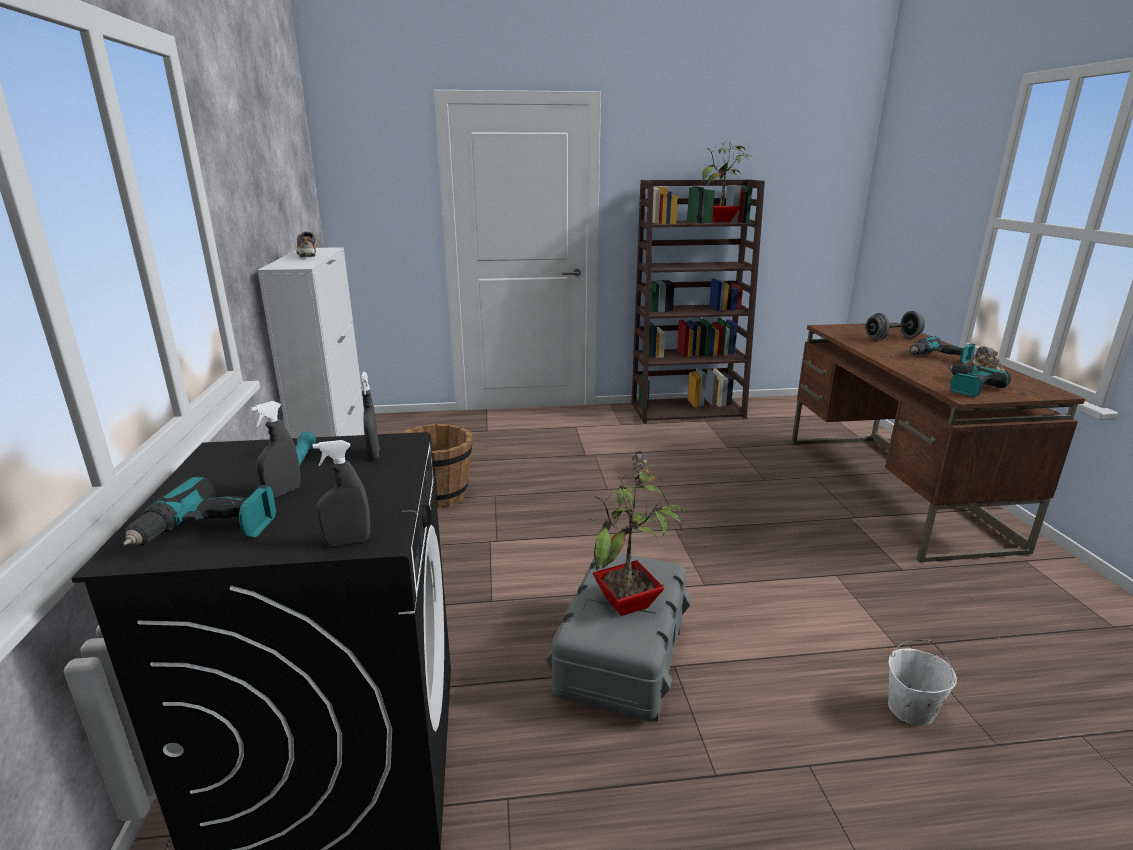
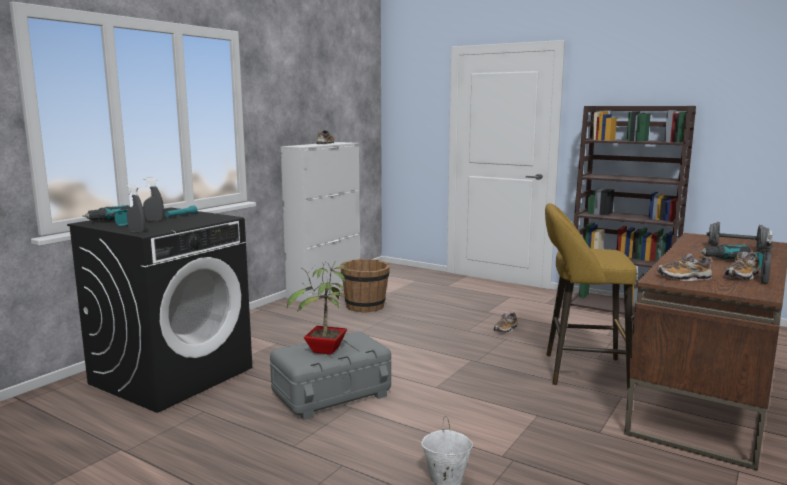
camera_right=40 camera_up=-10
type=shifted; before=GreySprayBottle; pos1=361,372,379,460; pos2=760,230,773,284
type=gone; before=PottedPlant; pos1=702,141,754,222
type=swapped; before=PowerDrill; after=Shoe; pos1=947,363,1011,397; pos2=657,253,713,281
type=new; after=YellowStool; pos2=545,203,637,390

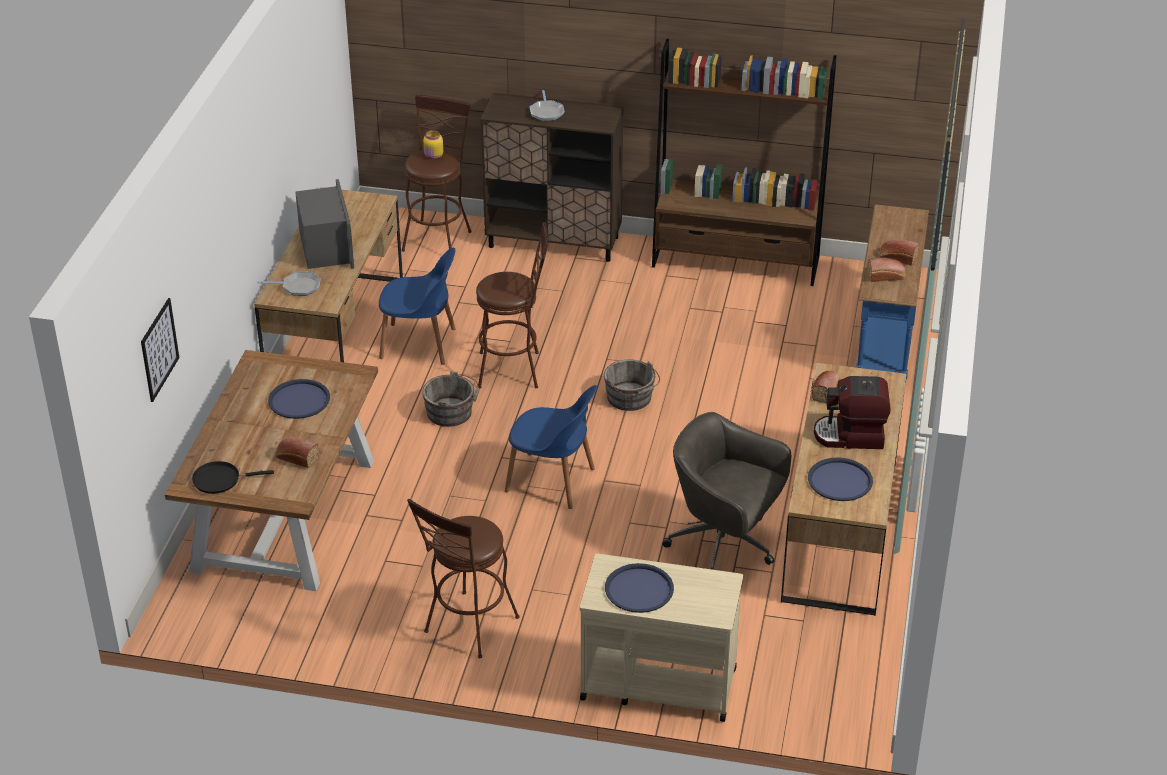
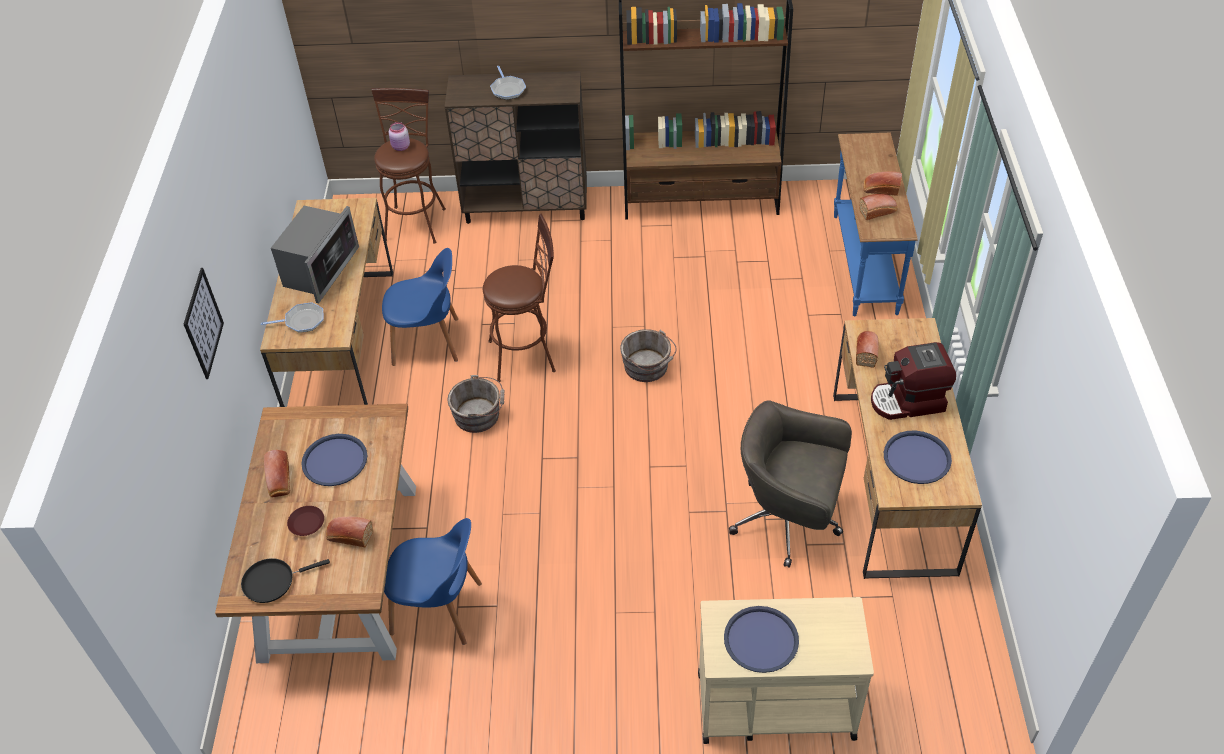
camera_right=-10 camera_up=10
type=shifted; before=Picture; pos1=141,298,179,402; pos2=184,268,224,379
type=rotated; before=Microwave; pos1=295,179,354,269; pos2=271,206,359,303; turn=45
type=gone; before=BrownStool; pos1=407,499,519,658
type=repainted; before=YellowJar; after=PinkJar; pos1=423,130,443,159; pos2=389,122,410,151
type=shifted; before=BlueChair; pos1=505,385,597,509; pos2=384,518,482,645
type=new; after=Bread; pos2=264,450,290,497
type=new; after=BrownPlate; pos2=287,506,324,536

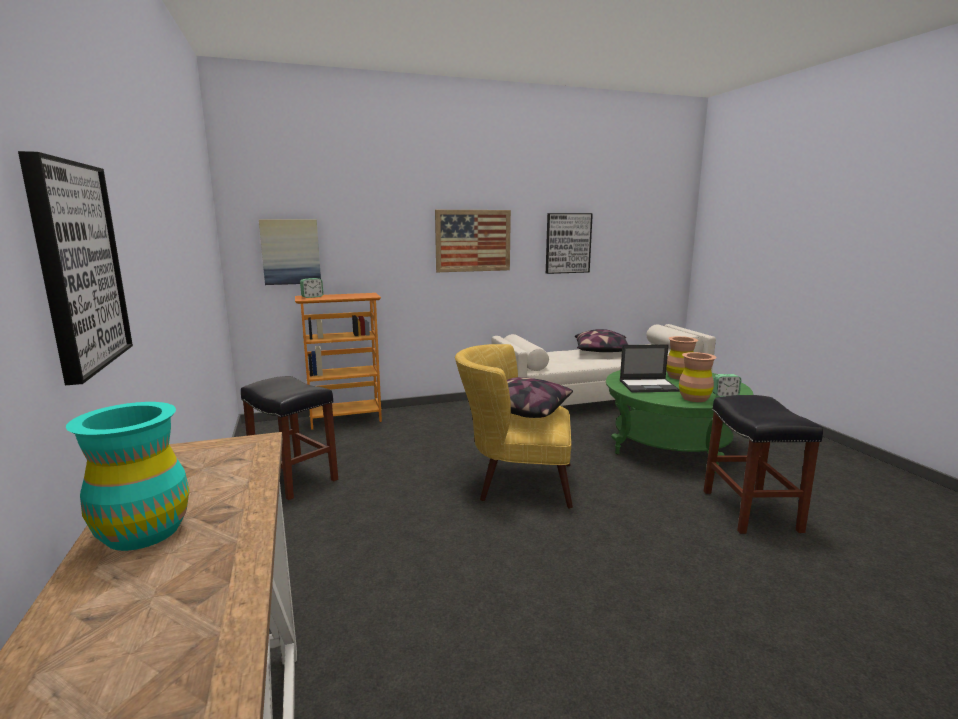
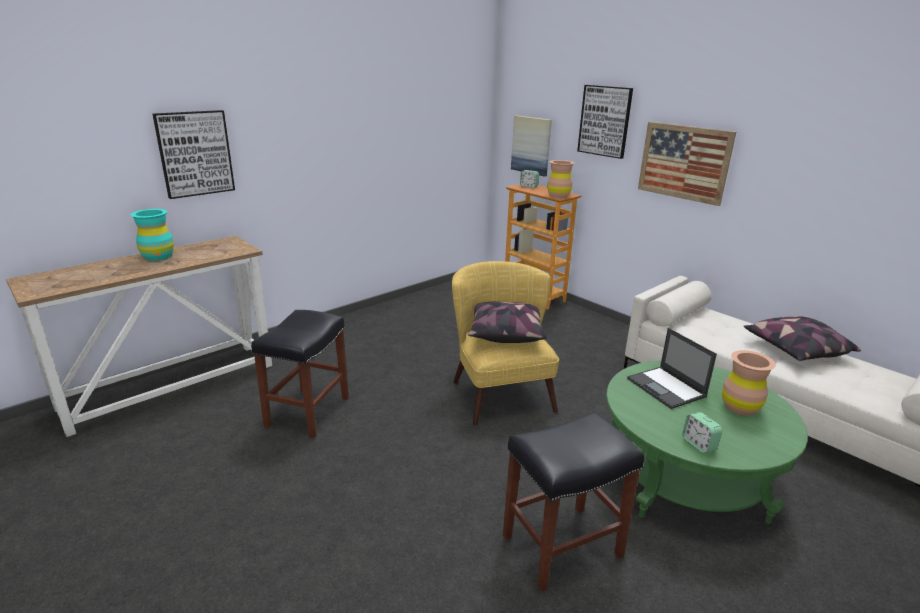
camera_right=65 camera_up=10
type=shifted; before=BlackStool; pos1=241,376,338,500; pos2=251,310,349,438
type=shifted; before=Picture; pos1=546,213,593,274; pos2=577,85,633,159
type=shifted; before=BrownVase; pos1=679,352,717,402; pos2=547,160,574,198

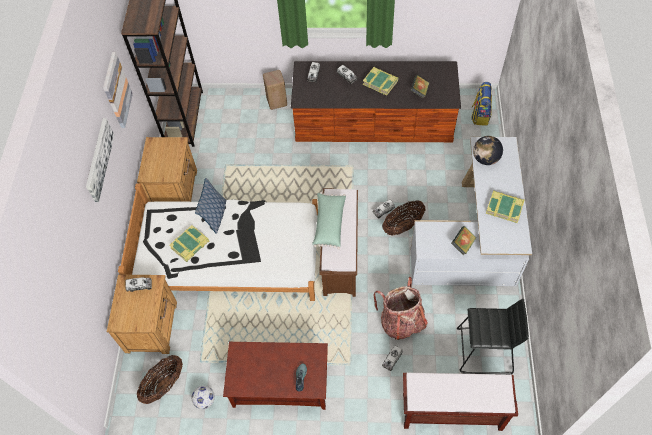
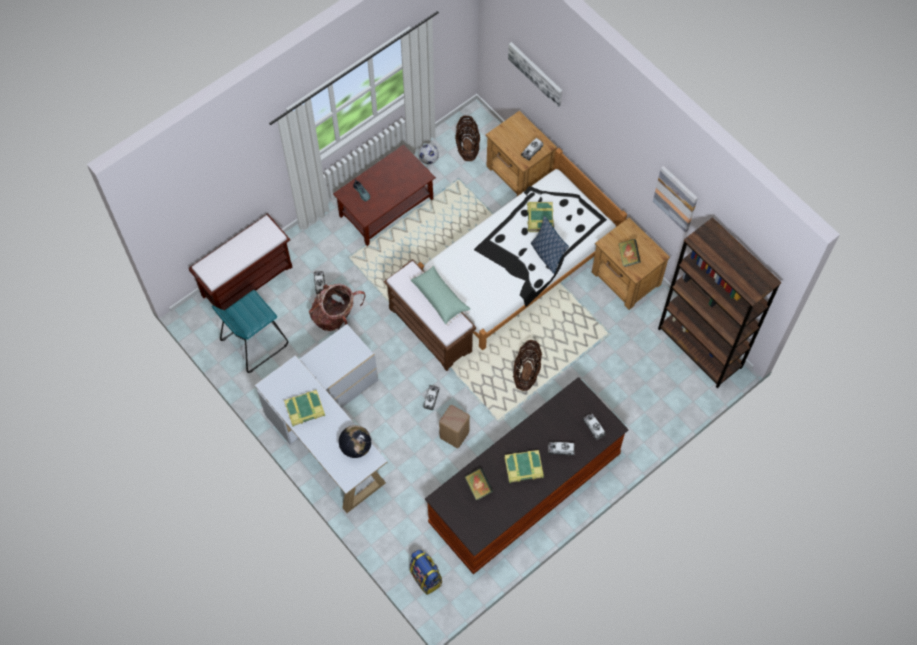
camera_right=135 camera_up=5
type=shifted; before=Picture; pos1=86,118,114,202; pos2=508,42,562,107
type=shifted; before=BeigeStool; pos1=263,70,287,110; pos2=439,405,470,448
type=shifted; before=Basket; pos1=382,200,425,235; pos2=513,340,542,391
type=shifted; before=Book; pos1=451,226,476,255; pos2=619,239,641,267
type=repainted; before=BlackStool; after=TurquoiseStool; pos1=457,299,529,375; pos2=212,290,288,373

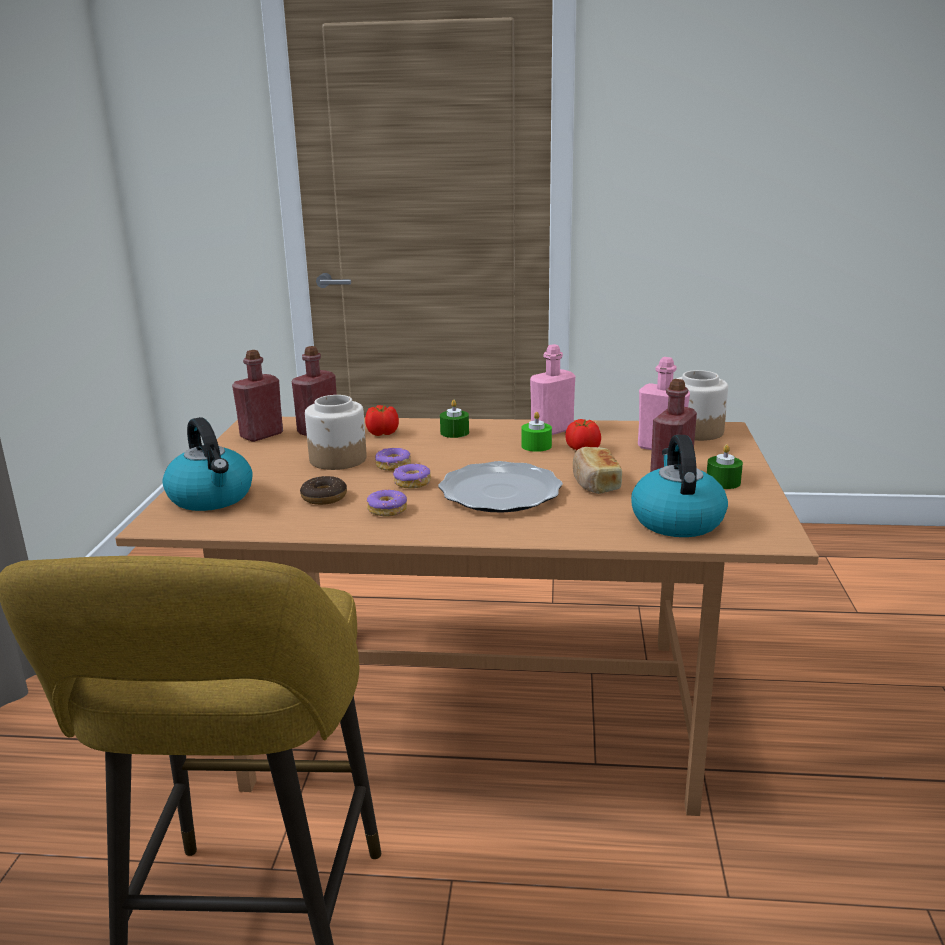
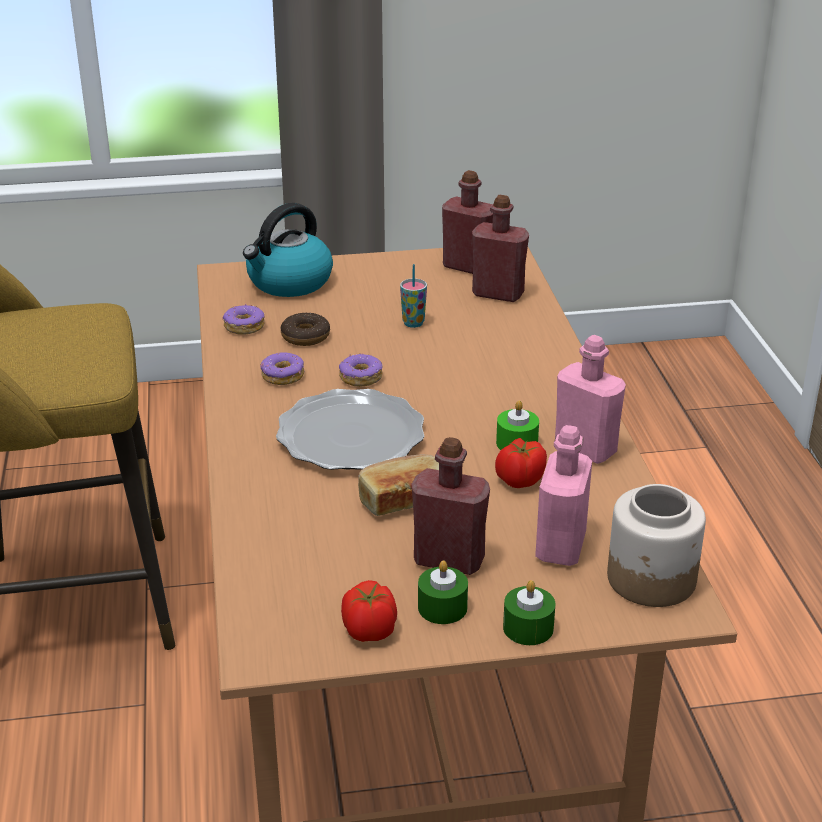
camera_right=75 camera_up=10
type=swapped; before=Jar; after=Cup; pos1=305,395,367,470; pos2=400,264,427,328
type=shifted; before=Tomato; pos1=365,405,399,436; pos2=341,580,397,642
type=shifted; before=Donut; pos1=375,448,411,471; pos2=222,303,265,335
type=shifted; before=GreenCandle; pos1=440,400,469,438; pos2=503,580,555,645
type=gone; before=Kettle; pos1=631,435,728,537

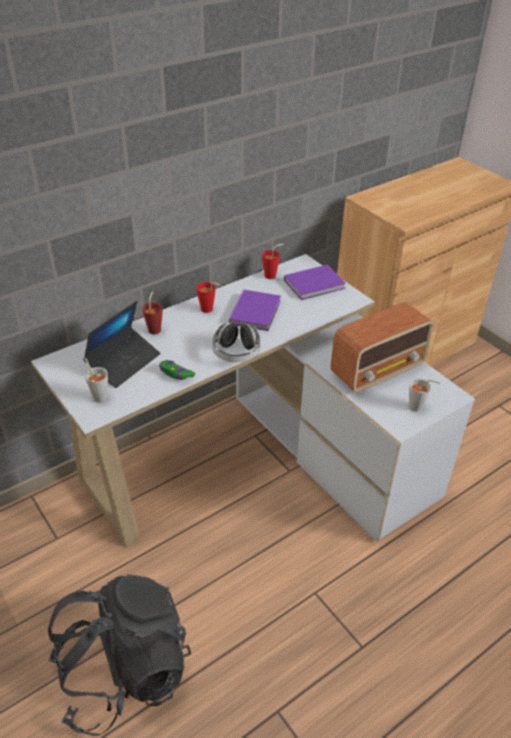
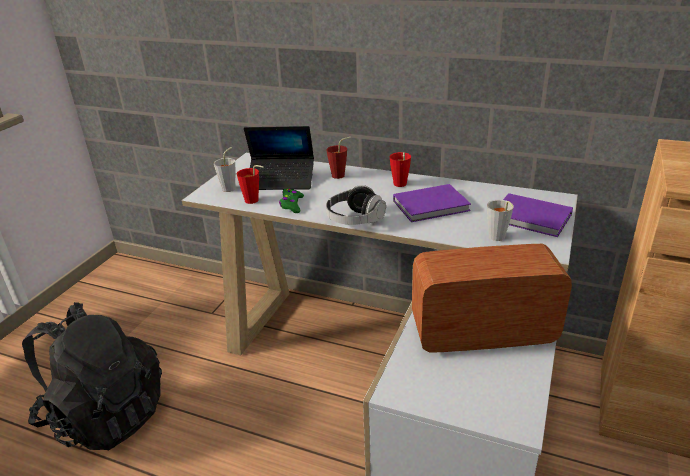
camera_right=60 camera_up=-10
type=shifted; before=RedCup; pos1=262,244,284,279; pos2=236,165,264,204
type=rotated; before=Radio; pos1=331,302,434,393; pos2=412,244,572,353; turn=150
type=shifted; before=GreyCup; pos1=409,378,440,412; pos2=487,200,514,241

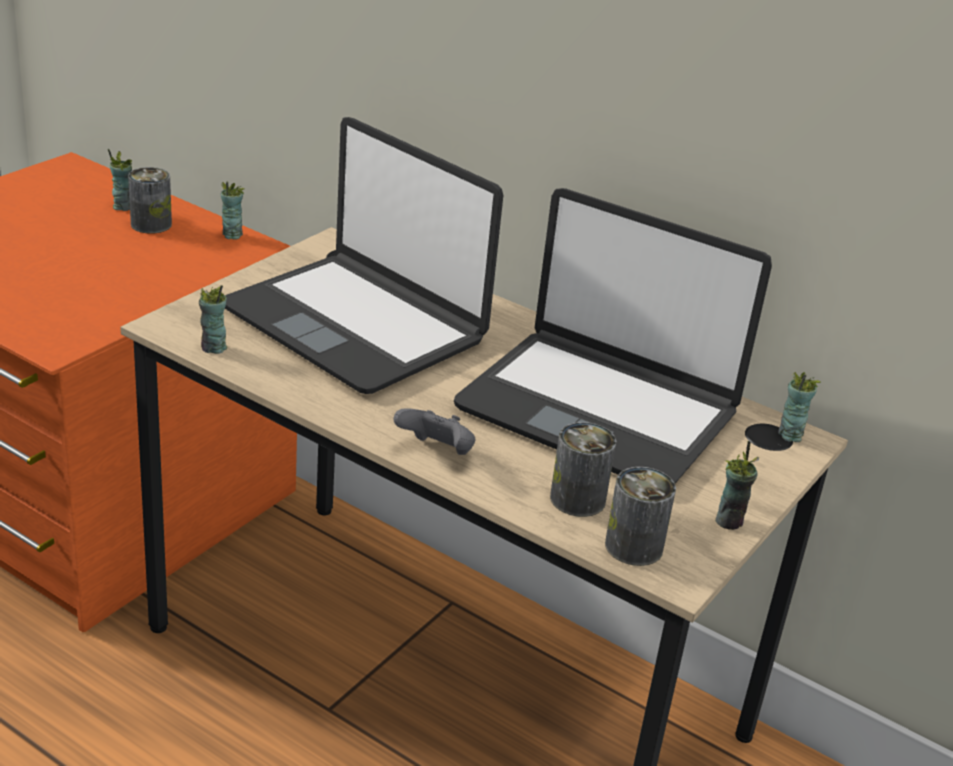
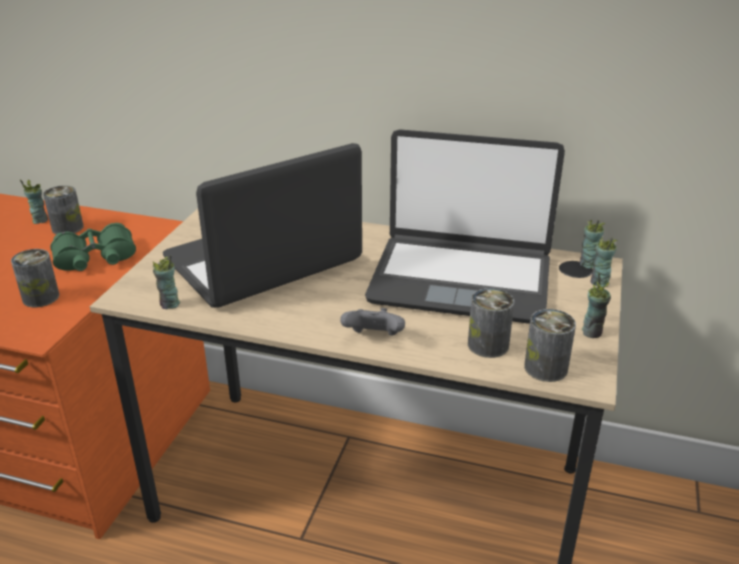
camera_right=-15 camera_up=0
type=shifted; before=Cup; pos1=220,182,244,240; pos2=591,237,617,287
type=rotated; before=Laptop; pos1=225,117,503,394; pos2=163,143,362,308; turn=120
type=new; after=Can; pos2=11,249,59,307
type=new; after=GreenBinoculars; pos2=50,223,136,271

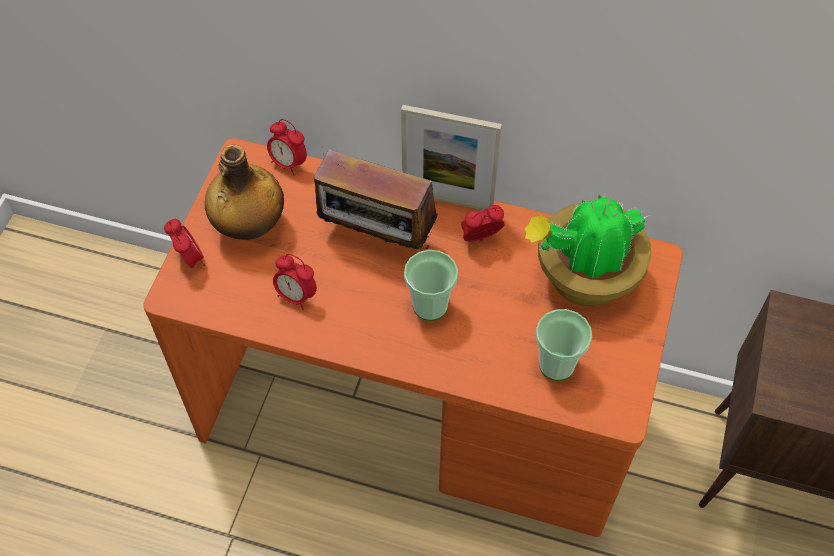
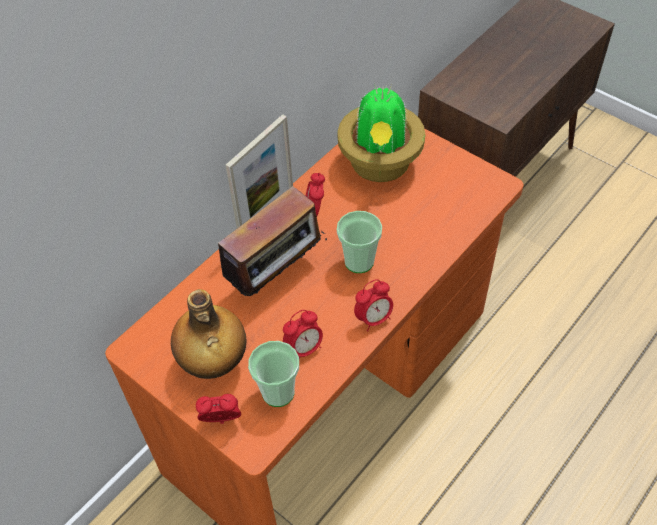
camera_right=-65 camera_up=-5
type=shifted; before=AlarmClock; pos1=267,119,307,176; pos2=354,279,393,332
type=shifted; before=Cup; pos1=536,309,592,381; pos2=248,341,299,407

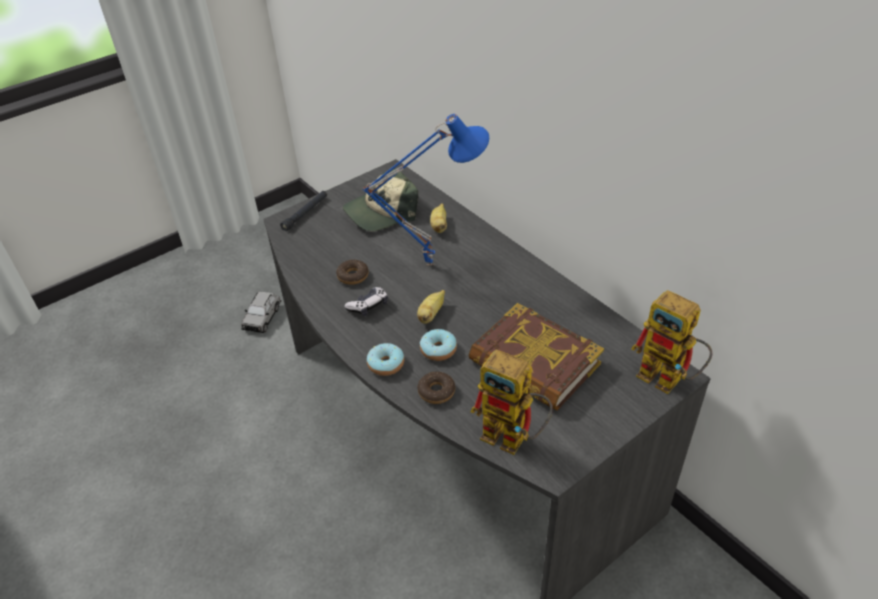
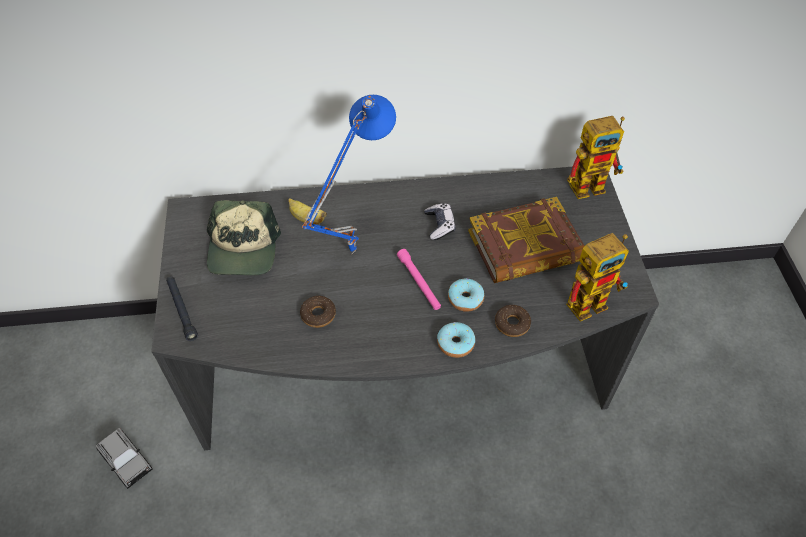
camera_right=-60 camera_up=10
type=shifted; before=GameController; pos1=344,287,388,316; pos2=424,203,456,240
type=swapped; before=Banana; after=PinkFlashlight; pos1=417,290,445,324; pos2=397,249,441,310

